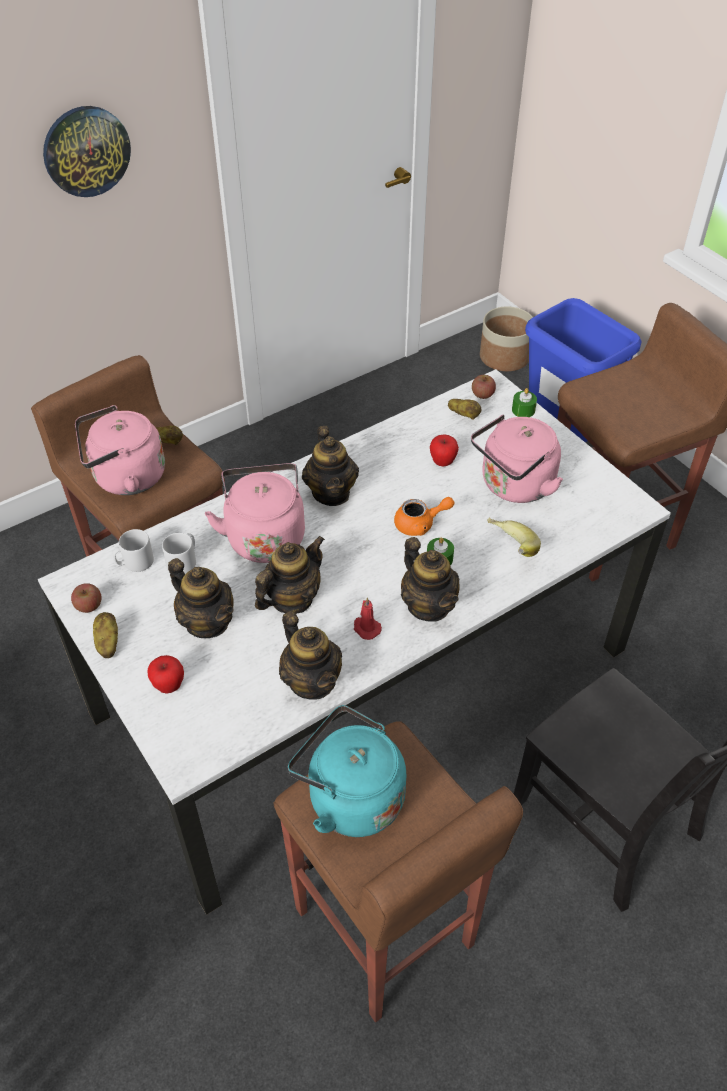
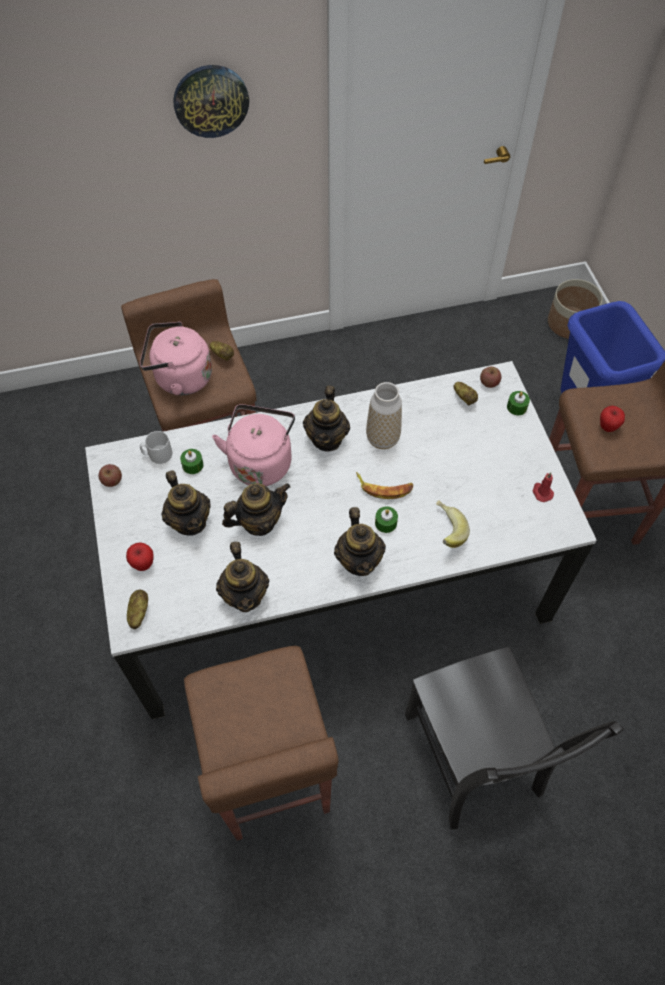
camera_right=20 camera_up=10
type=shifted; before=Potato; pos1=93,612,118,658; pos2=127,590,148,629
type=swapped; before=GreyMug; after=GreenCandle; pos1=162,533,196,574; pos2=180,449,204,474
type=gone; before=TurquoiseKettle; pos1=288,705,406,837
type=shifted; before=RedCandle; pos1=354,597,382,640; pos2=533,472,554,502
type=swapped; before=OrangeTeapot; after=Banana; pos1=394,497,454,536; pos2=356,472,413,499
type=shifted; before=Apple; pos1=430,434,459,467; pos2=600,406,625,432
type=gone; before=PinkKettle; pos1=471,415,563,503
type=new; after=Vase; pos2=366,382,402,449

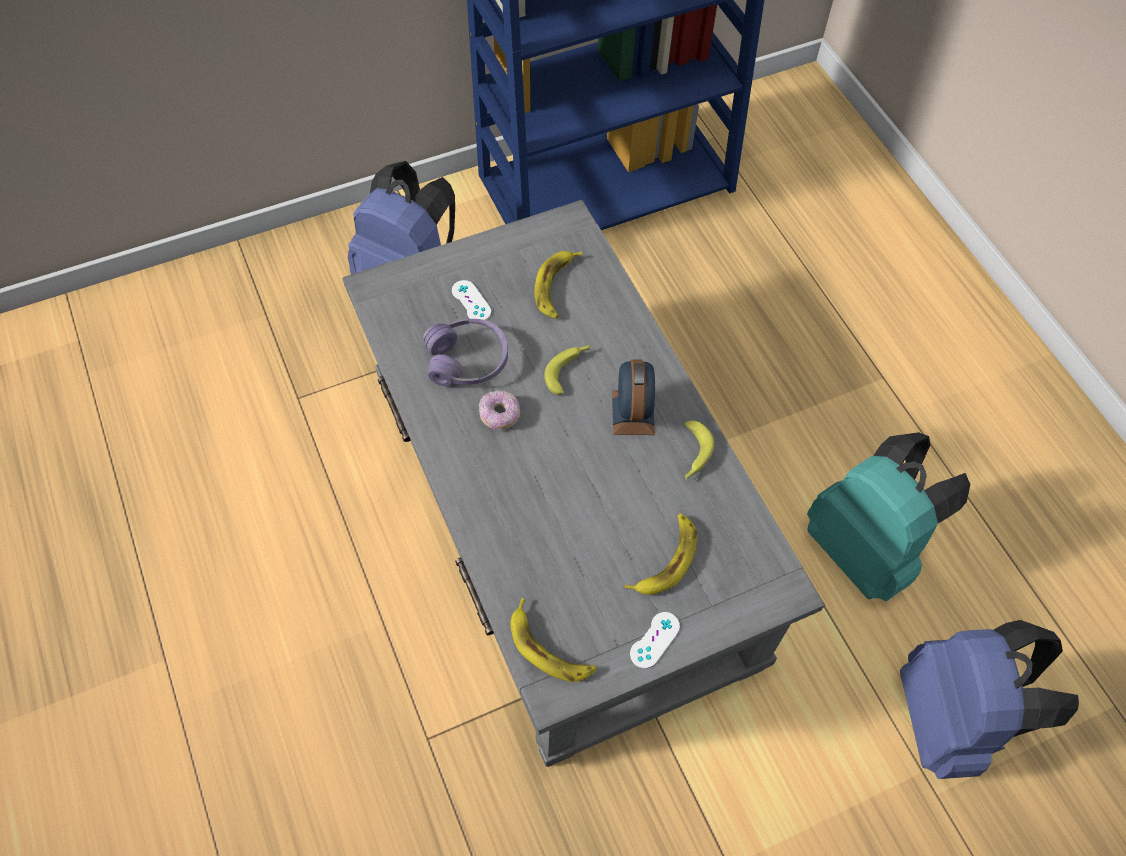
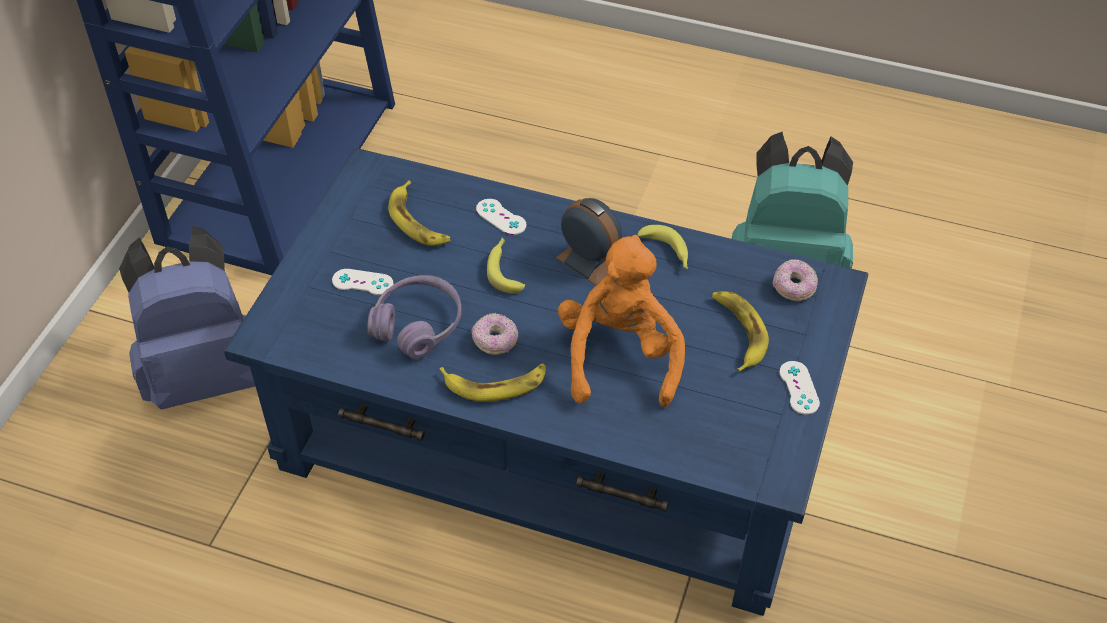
camera_right=-45 camera_up=-10
type=repainted; before=GreyCoffeeTable; after=BlueCoffeeTable; pos1=343,200,825,767; pos2=224,148,868,616
type=shifted; before=Banana; pos1=511,598,597,682; pos2=439,363,546,402
type=gone; before=BlueBackpack; pos1=900,620,1079,779
type=new; after=WhiteGameController; pos2=476,199,526,235
type=new; after=OrangePlushToy; pos2=558,235,685,407
type=new; after=Donut; pos2=773,259,818,301

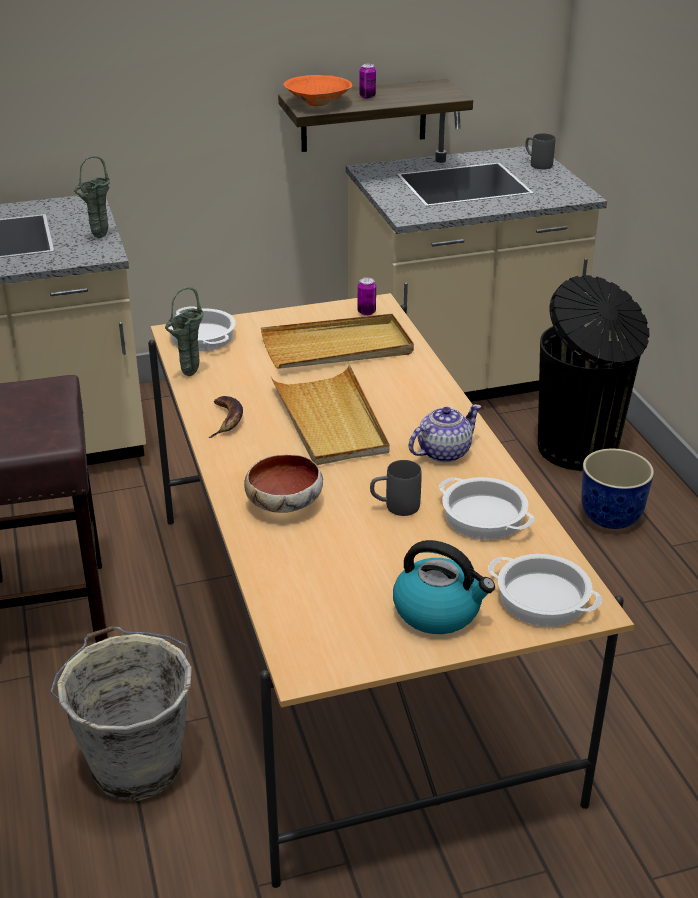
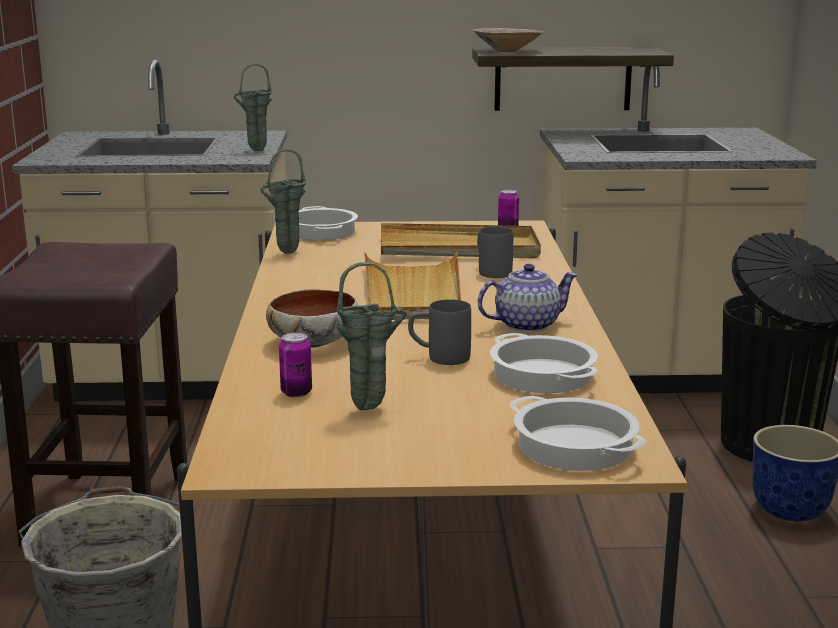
camera_right=15 camera_up=-15
type=gone; before=Banana; pos1=208,396,243,438
type=repainted; before=OrangeBowl; after=BeigeBowl; pos1=283,75,352,106; pos2=472,28,544,52
type=shifted; before=Can; pos1=359,64,376,99; pos2=279,332,312,397
type=gone; before=Kettle; pos1=393,540,495,634
type=shifted; before=GreyMug; pos1=525,133,555,169; pos2=477,226,513,278
type=new; after=GreenVase; pos2=336,262,407,410

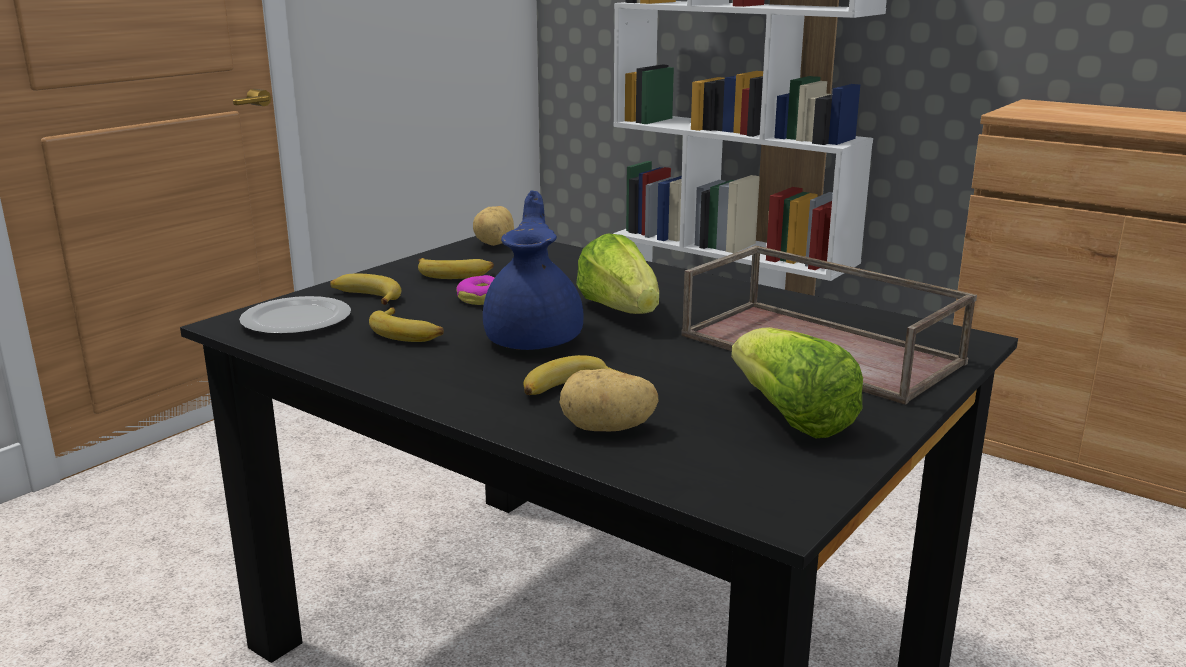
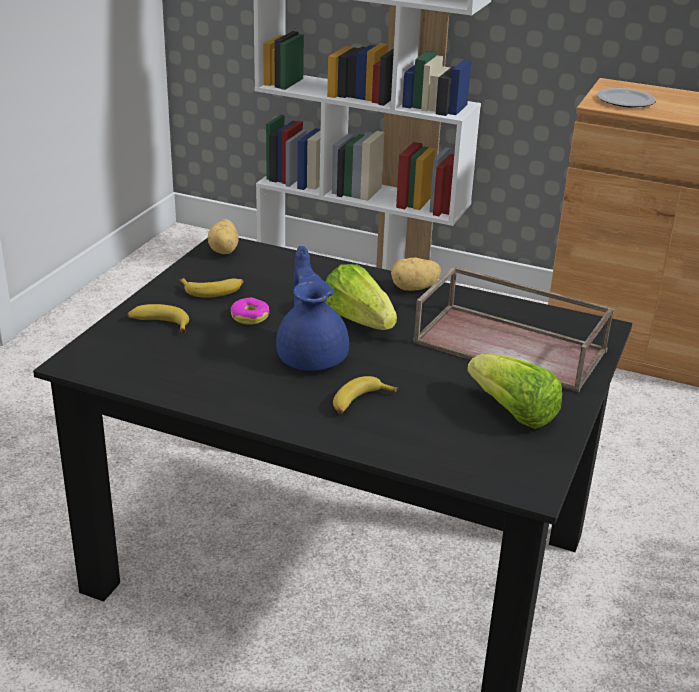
camera_right=-15 camera_up=10
type=shifted; before=Plate; pos1=239,296,351,334; pos2=597,88,656,107
type=gone; before=Banana; pos1=369,307,444,342
type=shifted; before=Potato; pos1=560,369,659,431; pos2=391,258,441,291

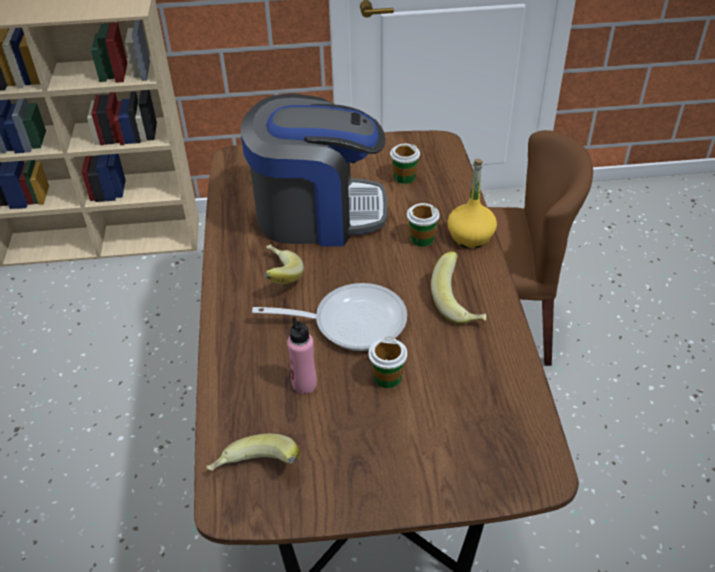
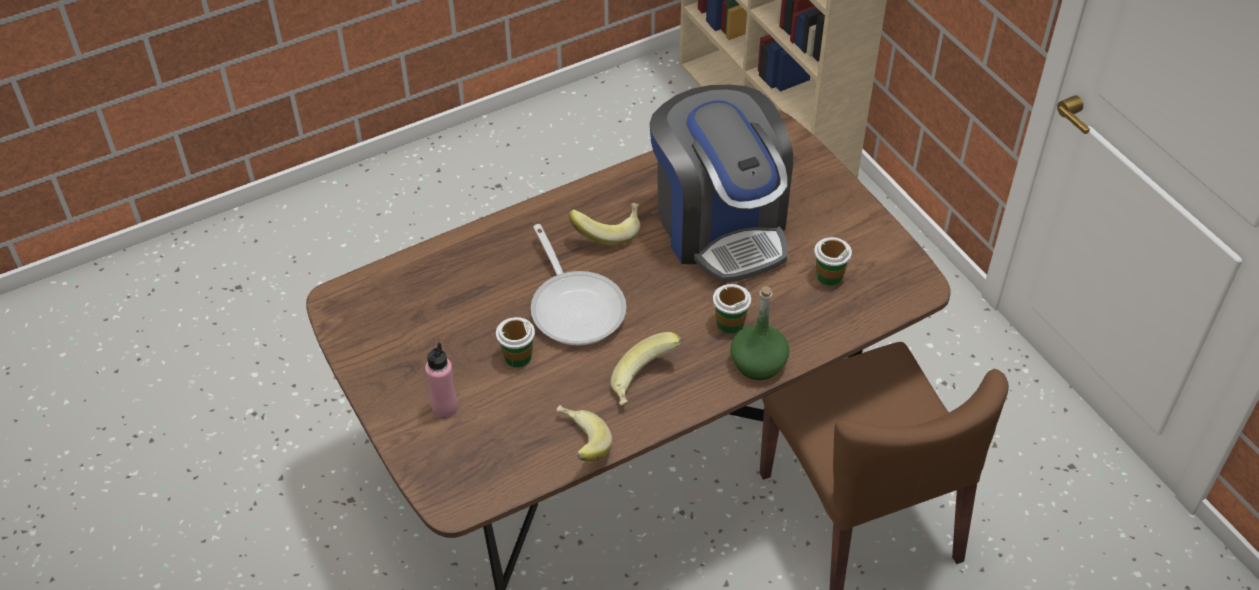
camera_right=65 camera_up=5
type=shifted; before=Banana; pos1=206,434,300,471; pos2=557,405,612,463
type=shifted; before=PinkBottle; pos1=287,317,317,394; pos2=425,342,458,418
type=repainted; before=YellowBottle; after=GreenBottle; pos1=447,159,497,248; pos2=730,286,789,380

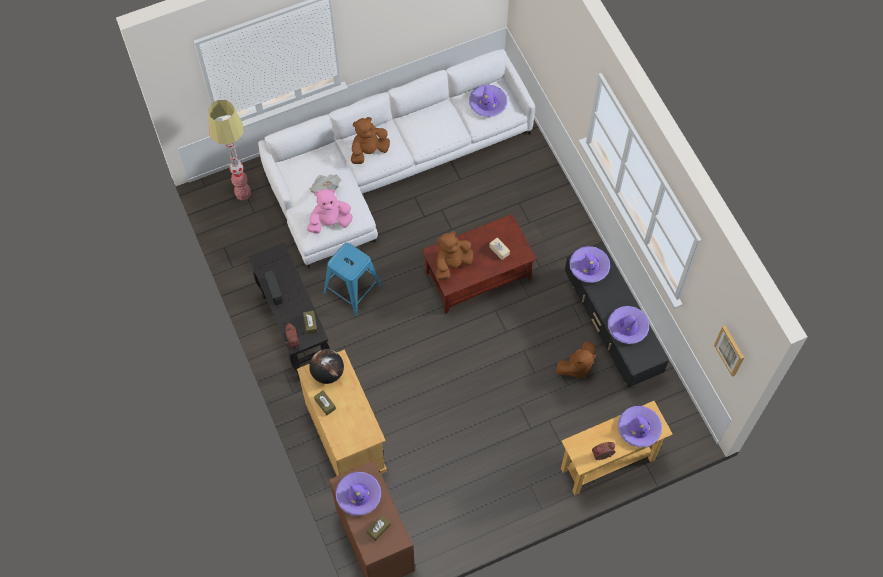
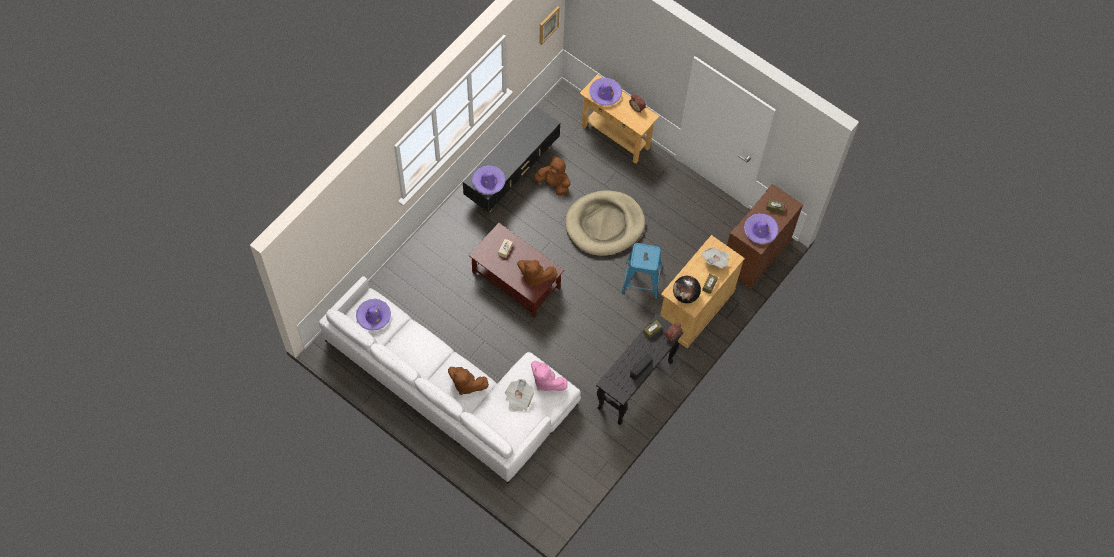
camera_right=-120 camera_up=0
type=gone; before=FloorLamp; pos1=208,100,251,200
type=shifted; before=BlueStool; pos1=323,243,382,316; pos2=621,243,662,299
type=gone; before=PurpleHat; pos1=608,306,649,344
type=new; after=BeigeDogBed; pos2=565,190,645,256
type=new; after=Newspaper; pos2=702,247,729,268

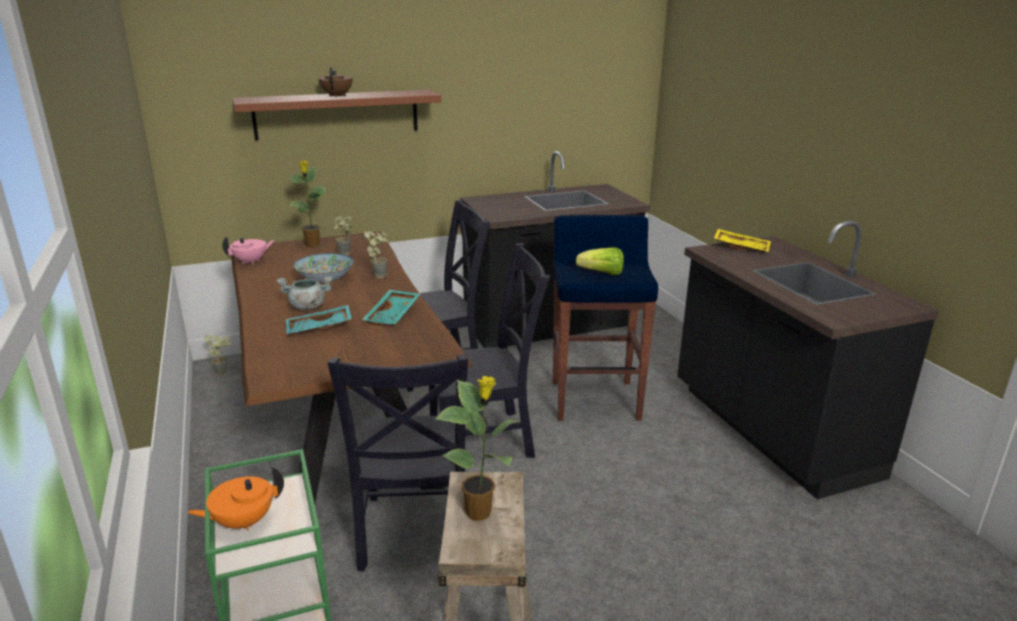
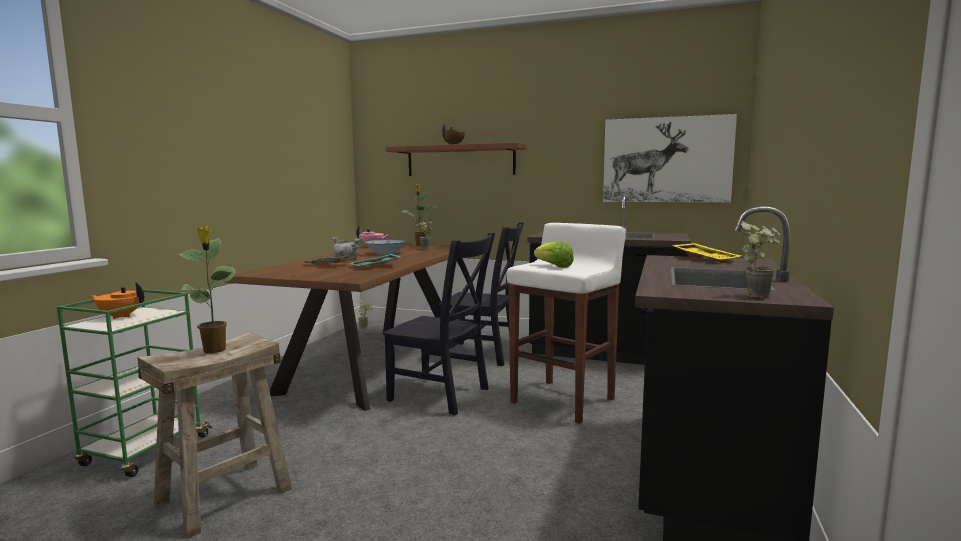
camera_right=40 camera_up=-15
type=gone; before=BlackChair; pos1=327,354,468,572
type=shifted; before=PottedPlant; pos1=364,231,388,279; pos2=741,221,780,298
type=repainted; before=BlueStool; after=WhiteStool; pos1=553,215,658,421; pos2=507,223,626,423
type=new; after=Picture; pos2=603,114,737,202

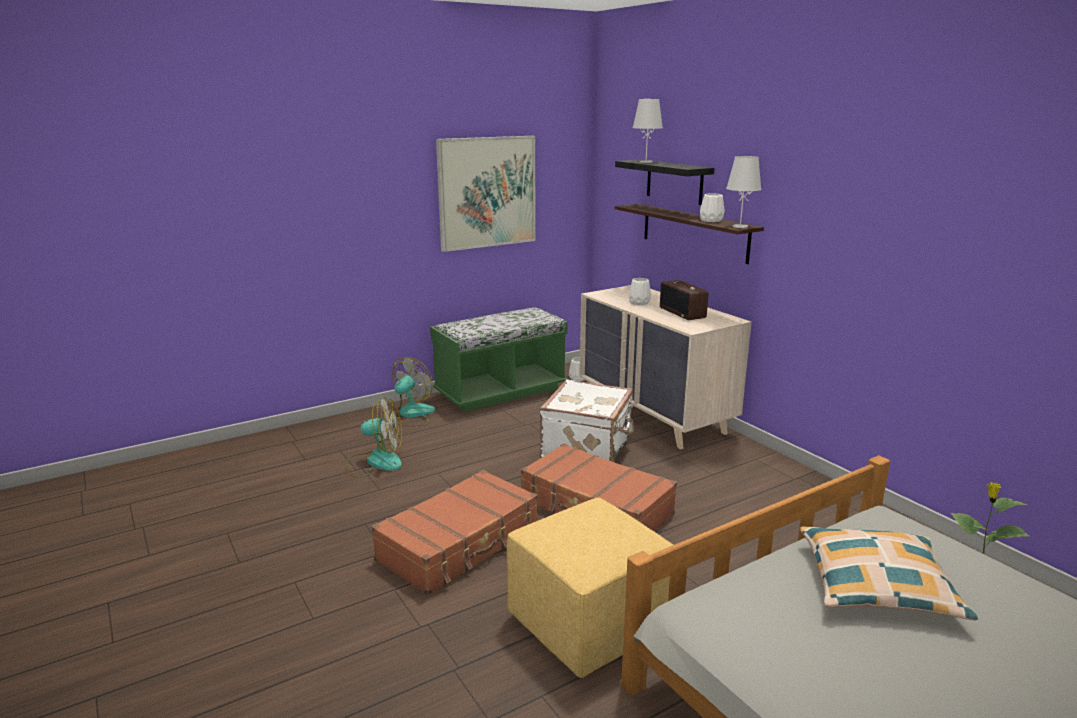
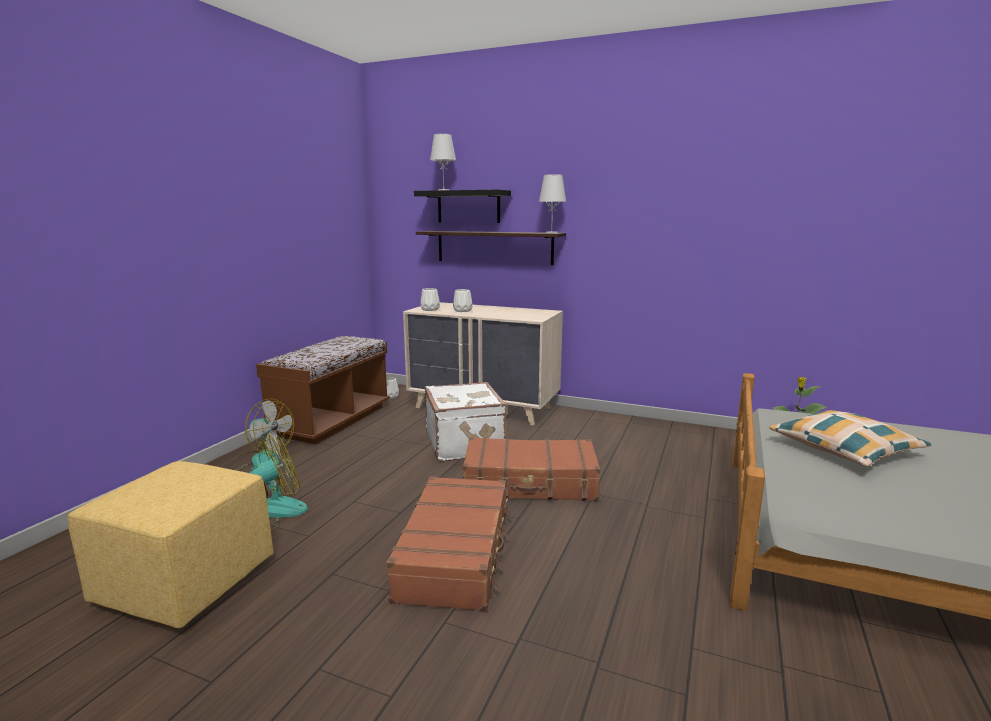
camera_right=-35 camera_up=-5
type=rotated; before=Fan; pos1=392,357,435,426; pos2=226,399,294,471; turn=120
type=repainted; before=GreenBench; after=BrownBench; pos1=430,307,568,412; pos2=256,336,390,444
type=gone; before=Picture; pos1=436,136,535,252
type=shifted; before=YellowOttoman; pos1=507,498,673,678; pos2=68,461,274,628
type=gone; before=Radio; pos1=660,280,708,320
type=shifted; before=WhiteVase; pos1=700,193,725,222; pos2=420,288,440,311

